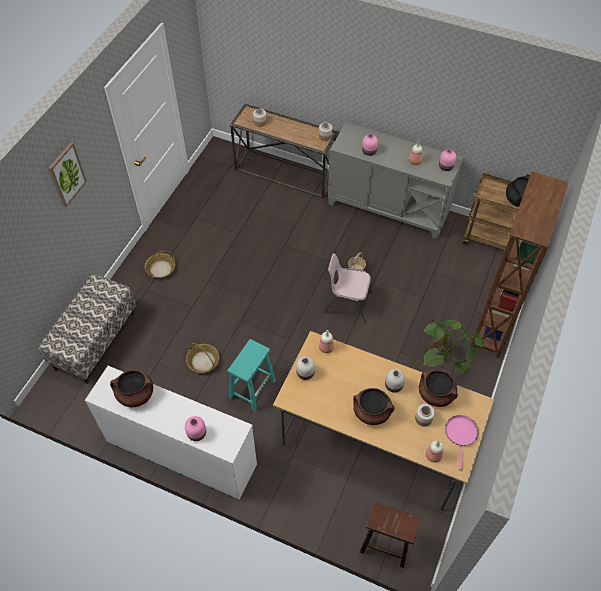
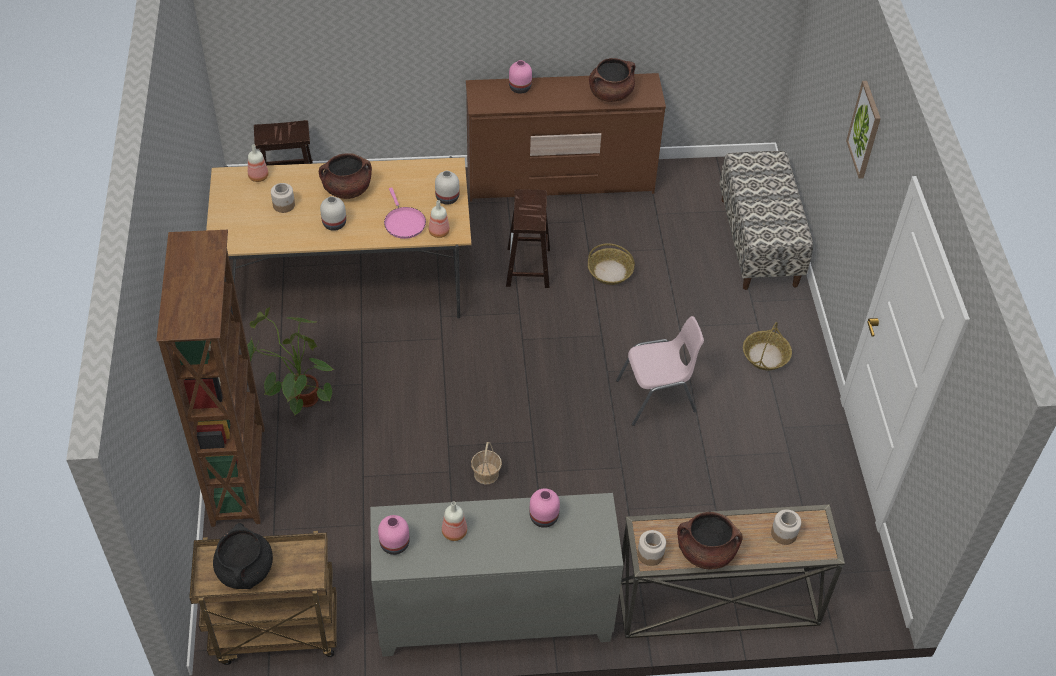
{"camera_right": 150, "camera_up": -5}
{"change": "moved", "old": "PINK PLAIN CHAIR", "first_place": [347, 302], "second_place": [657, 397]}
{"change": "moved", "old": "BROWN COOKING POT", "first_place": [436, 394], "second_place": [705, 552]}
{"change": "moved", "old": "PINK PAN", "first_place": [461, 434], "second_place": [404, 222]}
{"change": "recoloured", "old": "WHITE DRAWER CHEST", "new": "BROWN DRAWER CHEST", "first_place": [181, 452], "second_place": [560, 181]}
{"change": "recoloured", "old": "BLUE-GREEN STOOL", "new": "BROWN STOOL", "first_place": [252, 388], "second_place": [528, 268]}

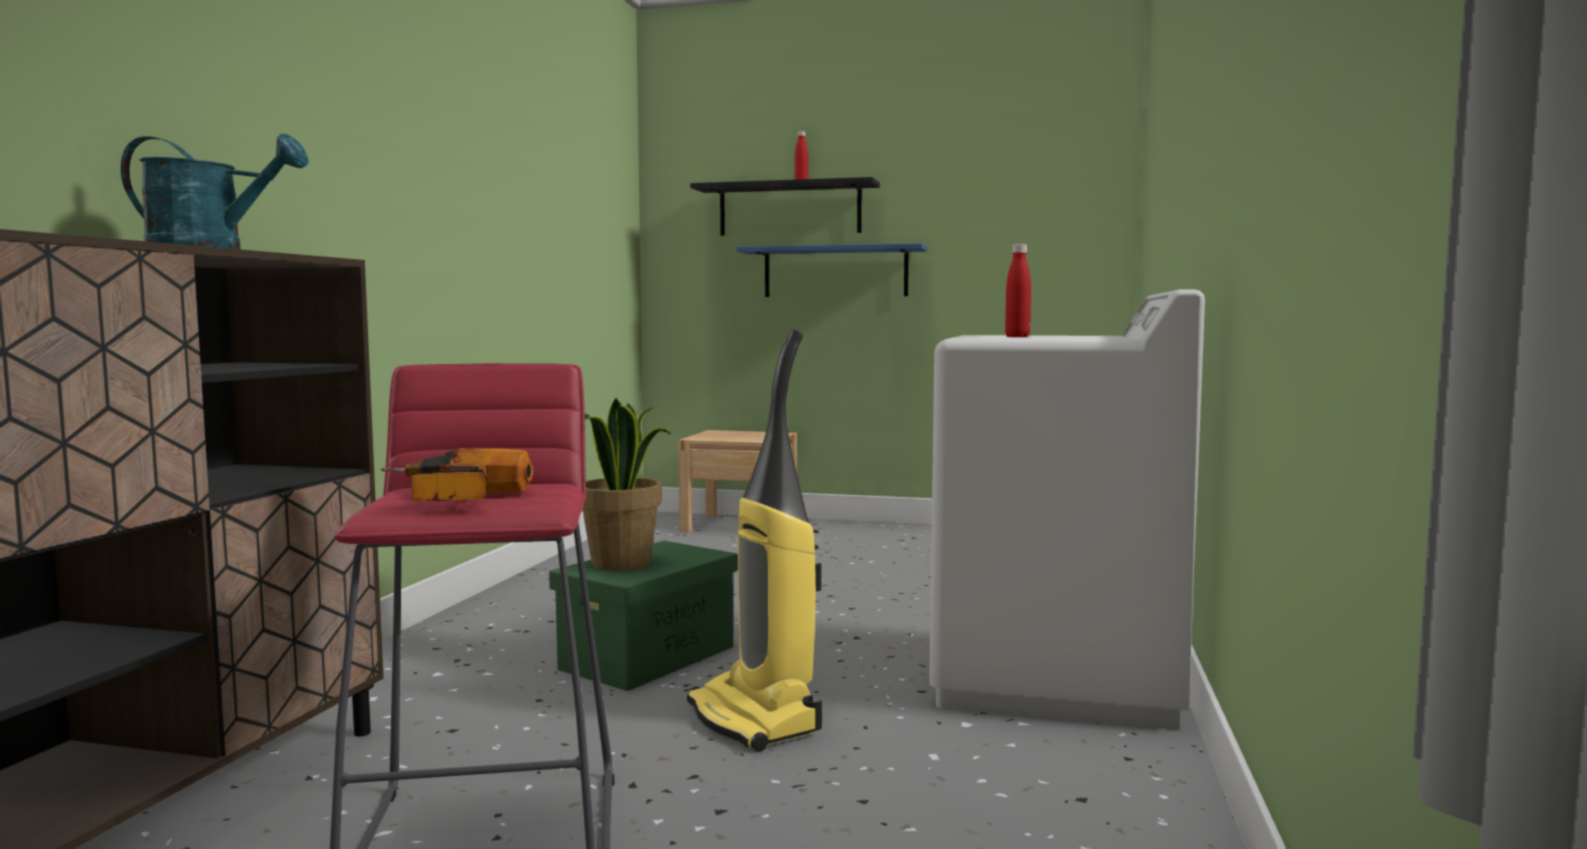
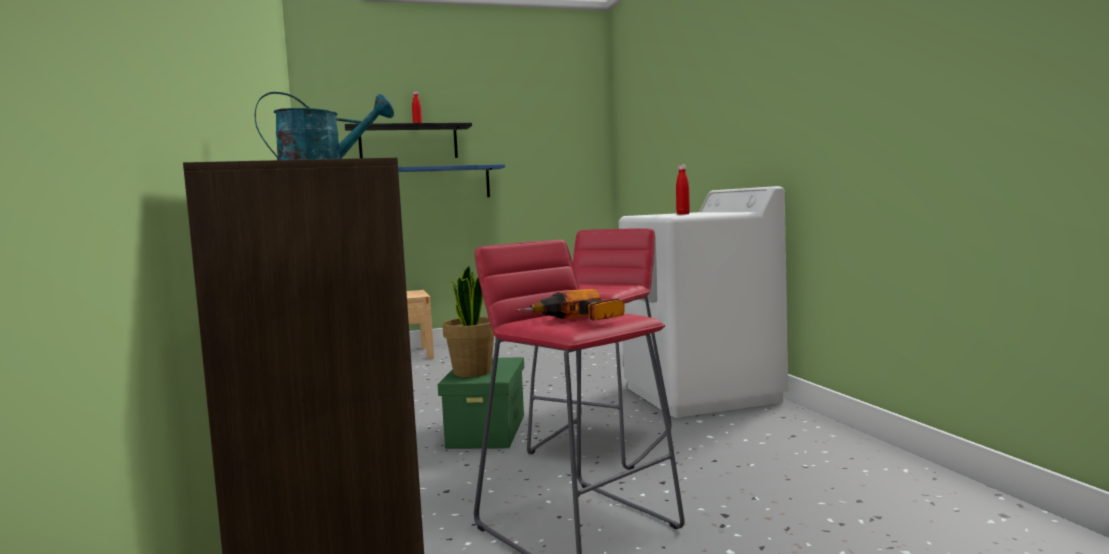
{"camera_right": -30, "camera_up": 0}
{"change": "replaced", "old": "HOOVER", "new": "REDDISH STOOL", "first_place": [756, 718], "second_place": [602, 443]}

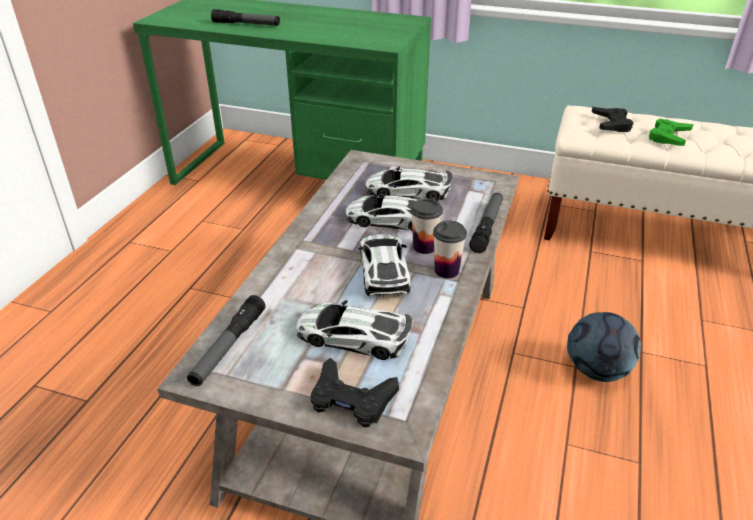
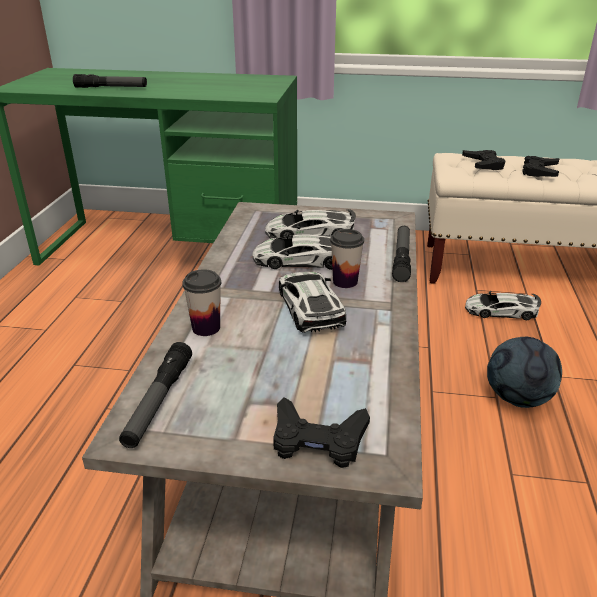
{"camera_right": -10, "camera_up": -5}
{"change": "moved", "old": "TOY CAR", "first_place": [353, 336], "second_place": [500, 311]}
{"change": "moved", "old": "DRINKING CUP", "first_place": [446, 271], "second_place": [206, 328]}
{"change": "recoloured", "old": "GREEN GAME CONTROLLER", "new": "BLACKISH GAME CONTROLLER", "first_place": [668, 137], "second_place": [539, 171]}

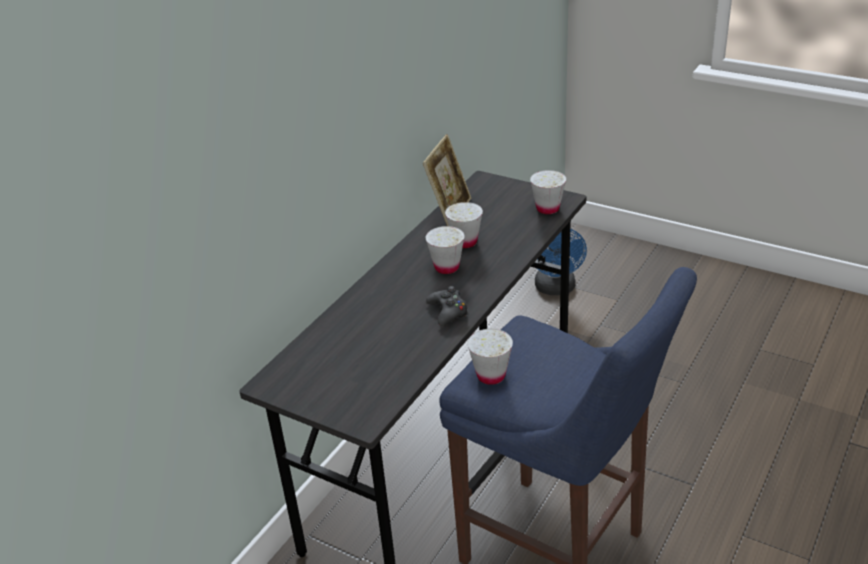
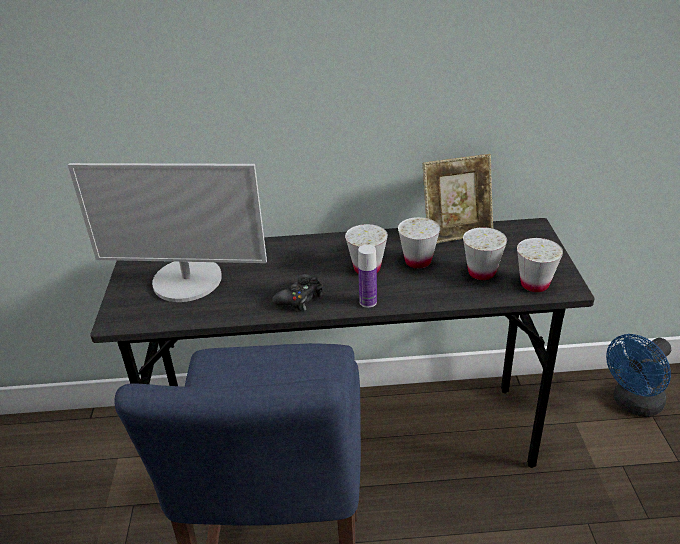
{"camera_right": 55, "camera_up": 0}
{"change": "added", "new": "COMPUTER SCREEN", "second_place": [187, 281]}
{"change": "added", "new": "DRINK BOTTLE", "second_place": [368, 302]}
{"change": "moved", "old": "WHITE DRINKING CUP", "first_place": [491, 375], "second_place": [481, 273]}

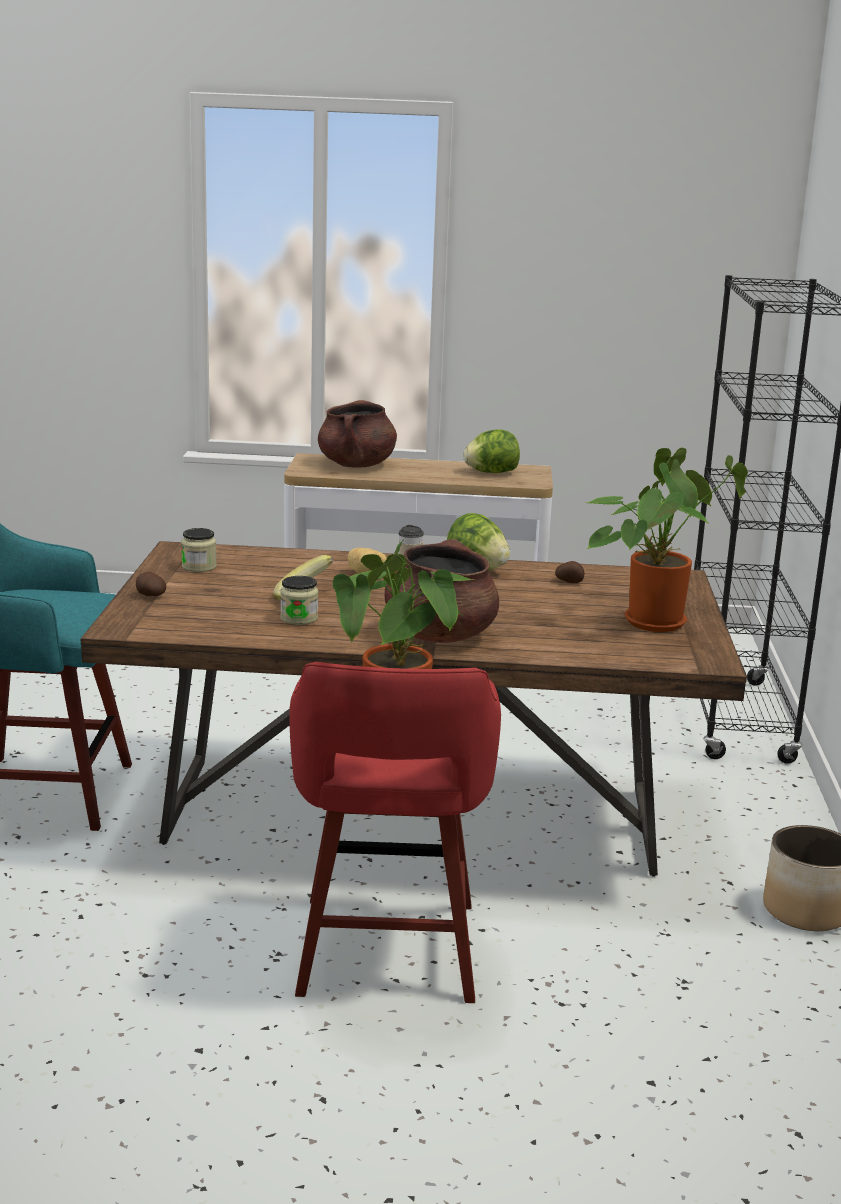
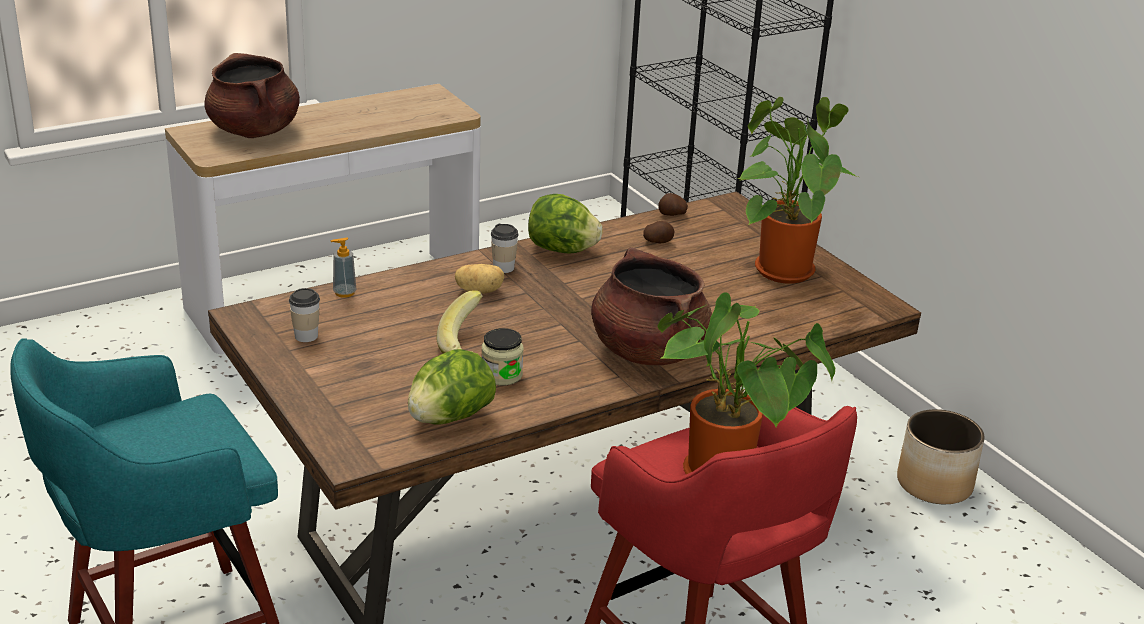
{"camera_right": -35, "camera_up": 10}
{"change": "added", "new": "SOAP BOTTLE", "second_place": [344, 293]}
{"change": "moved", "old": "SPUD", "first_place": [150, 596], "second_place": [672, 215]}
{"change": "moved", "old": "LETTUCE HEAD", "first_place": [491, 473], "second_place": [450, 418]}
{"change": "replaced", "old": "PRESERVE JAR", "new": "DRINKING CUP", "first_place": [199, 567], "second_place": [306, 336]}

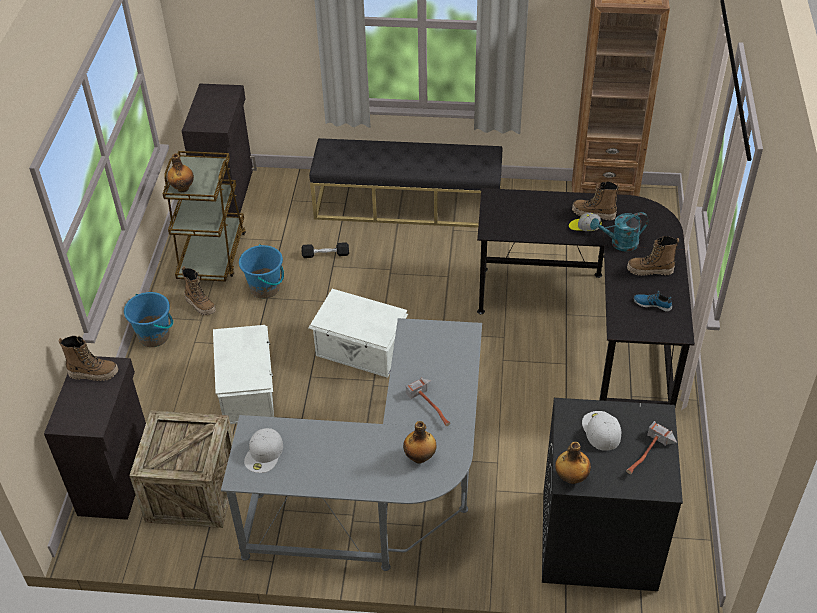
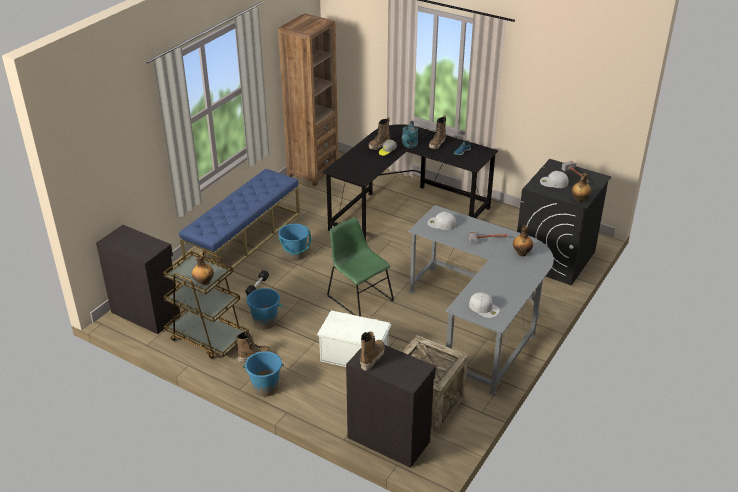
{"camera_right": -65, "camera_up": -10}
{"change": "added", "new": "BLUE-COLOURED WATER BUCKET", "second_place": [295, 255]}
{"change": "added", "new": "WHITE PEAKED CAP", "second_place": [441, 223]}
{"change": "replaced", "old": "WHITE STORAGE CONTAINER", "new": "GREEN PLAIN CHAIR", "first_place": [361, 351], "second_place": [358, 297]}
{"change": "recoloured", "old": "BLACKISH BENCH", "new": "BLUE-COLOURED BENCH", "first_place": [408, 204], "second_place": [244, 239]}

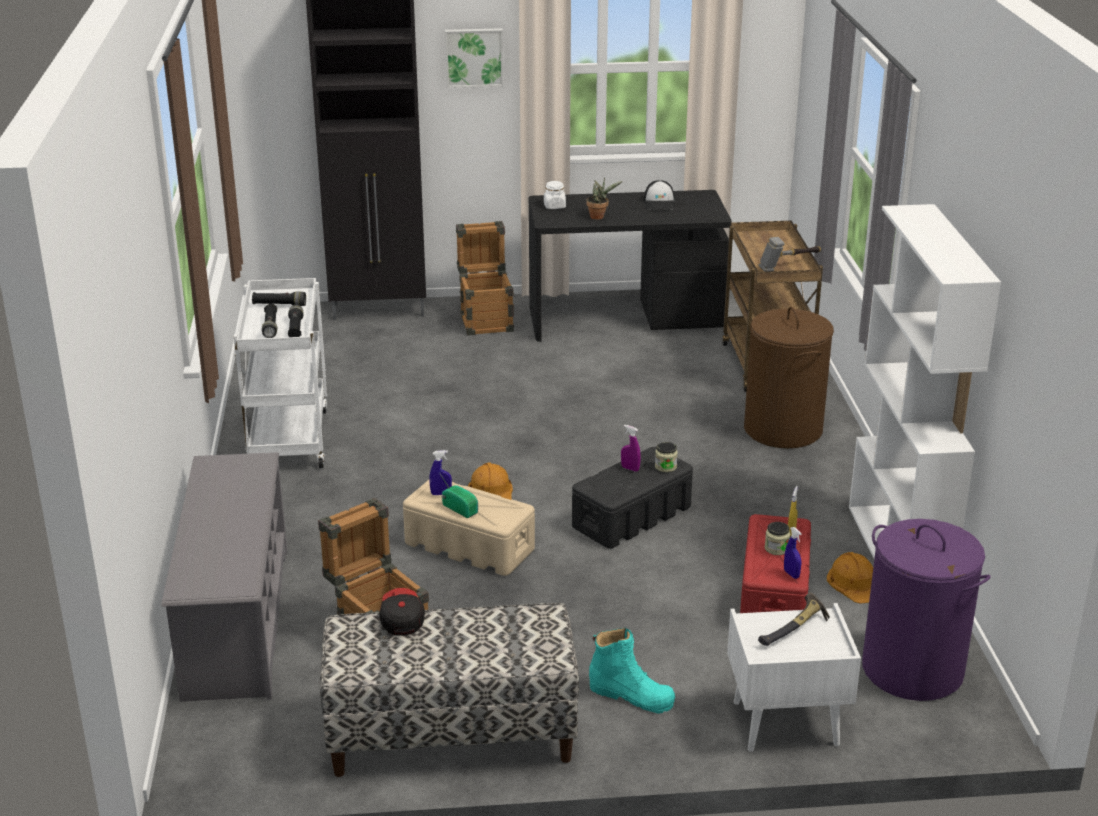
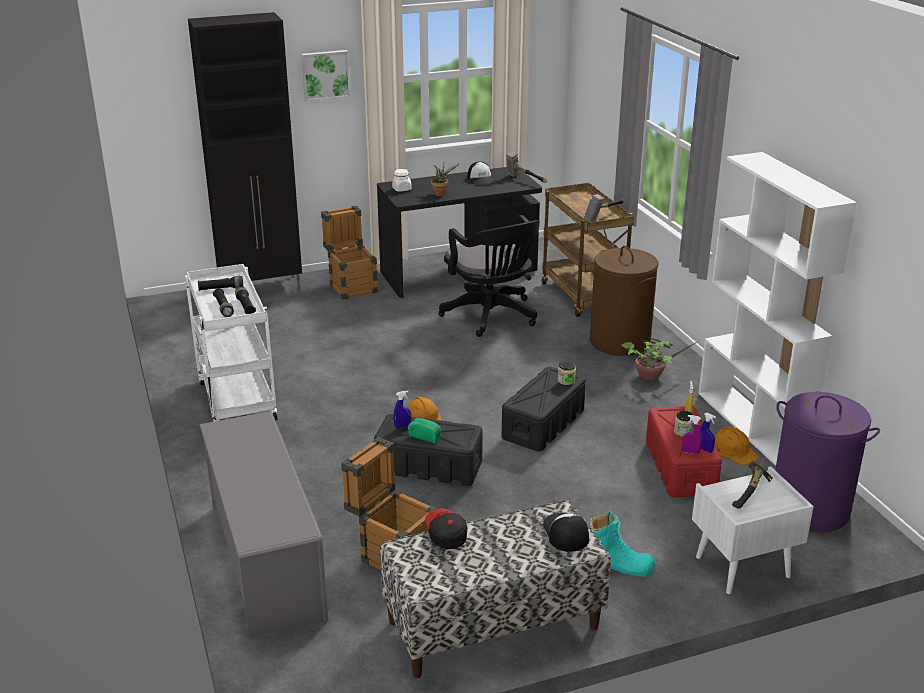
{"camera_right": -15, "camera_up": 0}
{"change": "added", "new": "BLACKISH DESK CHAIR", "second_place": [492, 317]}
{"change": "added", "new": "HAND HAMMER", "second_place": [525, 180]}
{"change": "added", "new": "PEAKED CAP", "second_place": [565, 533]}
{"change": "added", "new": "POTTED PLANT", "second_place": [650, 376]}
{"change": "moved", "old": "PURPLE SPRAYER", "first_place": [630, 469], "second_place": [690, 452]}
{"change": "recoloured", "old": "BEIGE-COLOURED STORAGE CONTAINER", "new": "BLACKISH STORAGE CONTAINER", "first_place": [468, 546], "second_place": [428, 466]}

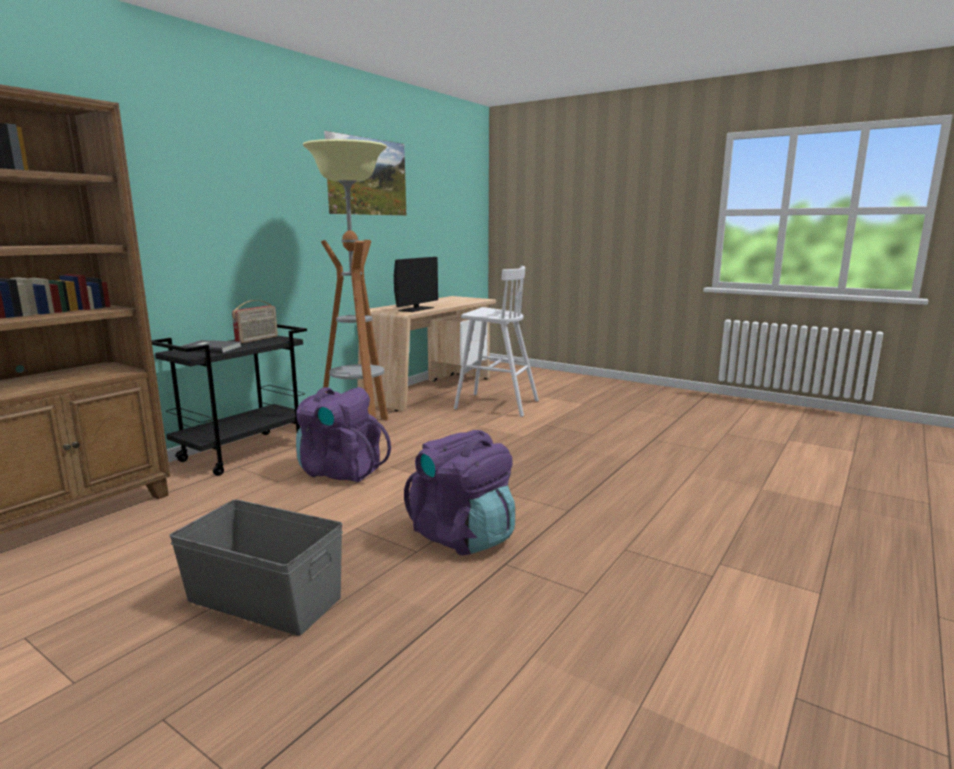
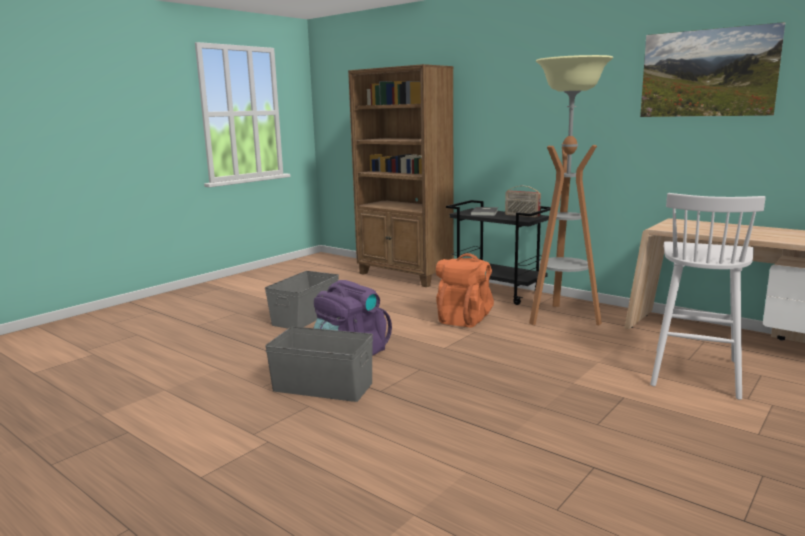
{"camera_right": 95, "camera_up": 0}
{"change": "removed", "old": "COMPUTER SCREEN", "first_place": [416, 309]}
{"change": "added", "new": "GREY STORAGE CONTAINER", "second_place": [322, 386]}
{"change": "recoloured", "old": "PURPLE KNAPSACK", "new": "ORANGE KNAPSACK", "first_place": [340, 471], "second_place": [464, 318]}

